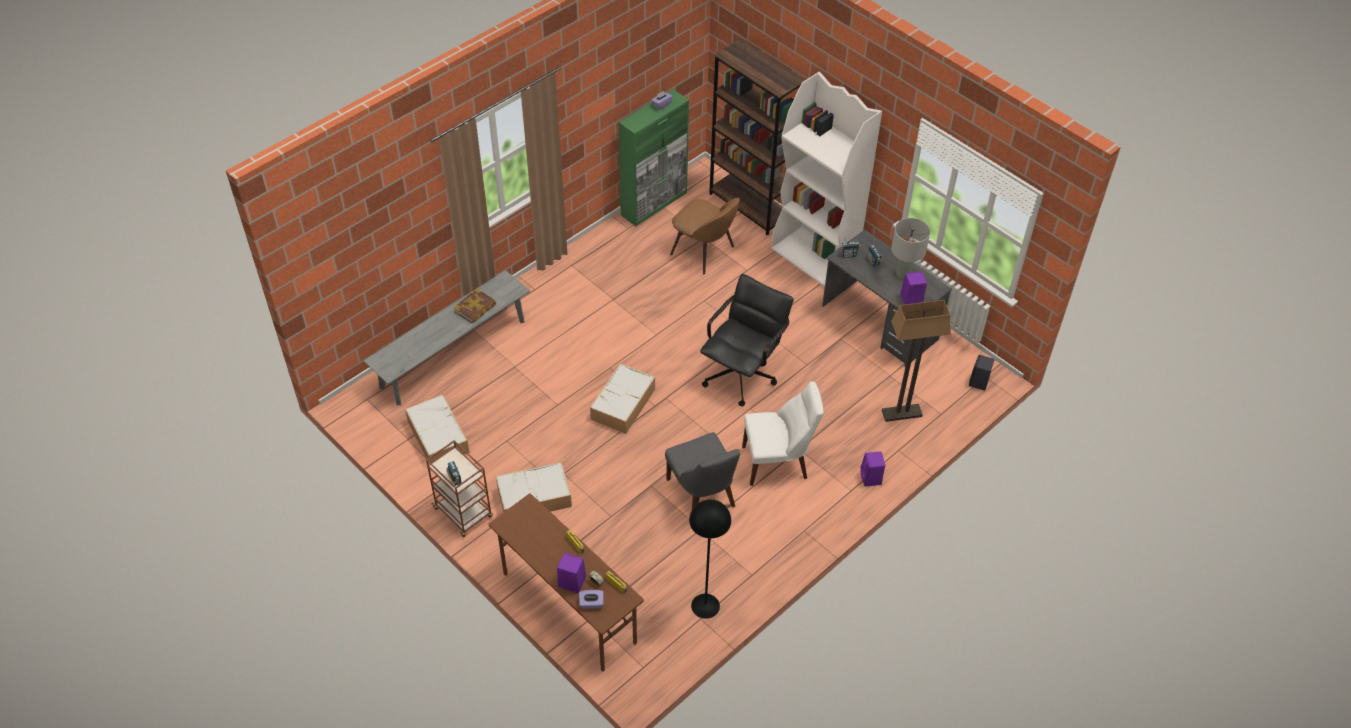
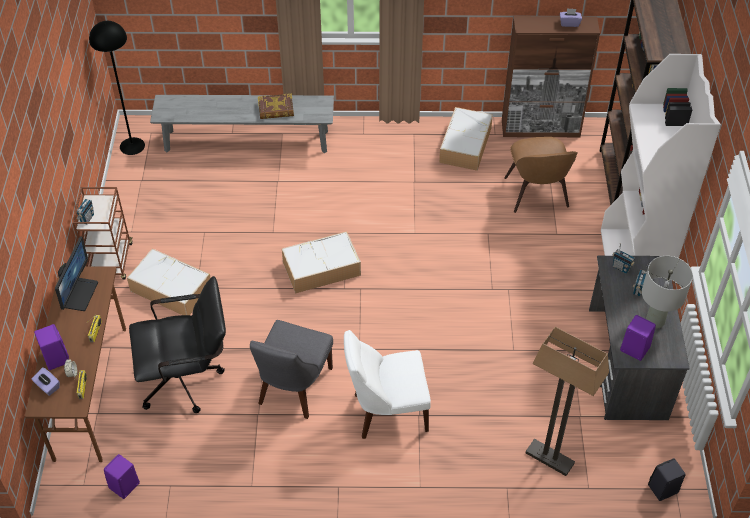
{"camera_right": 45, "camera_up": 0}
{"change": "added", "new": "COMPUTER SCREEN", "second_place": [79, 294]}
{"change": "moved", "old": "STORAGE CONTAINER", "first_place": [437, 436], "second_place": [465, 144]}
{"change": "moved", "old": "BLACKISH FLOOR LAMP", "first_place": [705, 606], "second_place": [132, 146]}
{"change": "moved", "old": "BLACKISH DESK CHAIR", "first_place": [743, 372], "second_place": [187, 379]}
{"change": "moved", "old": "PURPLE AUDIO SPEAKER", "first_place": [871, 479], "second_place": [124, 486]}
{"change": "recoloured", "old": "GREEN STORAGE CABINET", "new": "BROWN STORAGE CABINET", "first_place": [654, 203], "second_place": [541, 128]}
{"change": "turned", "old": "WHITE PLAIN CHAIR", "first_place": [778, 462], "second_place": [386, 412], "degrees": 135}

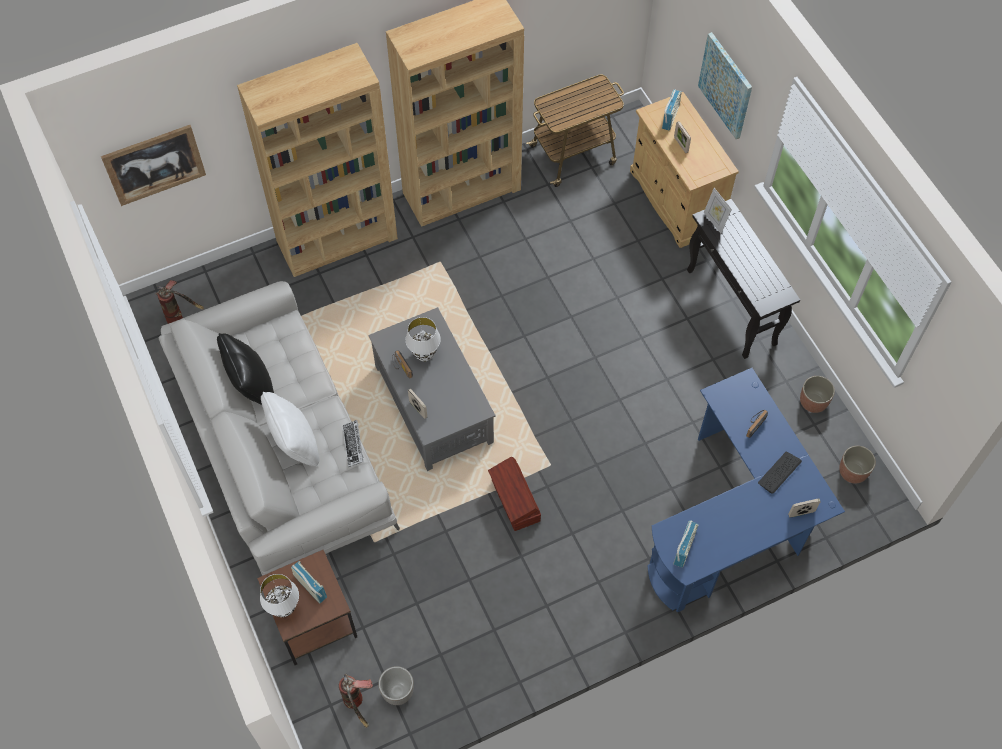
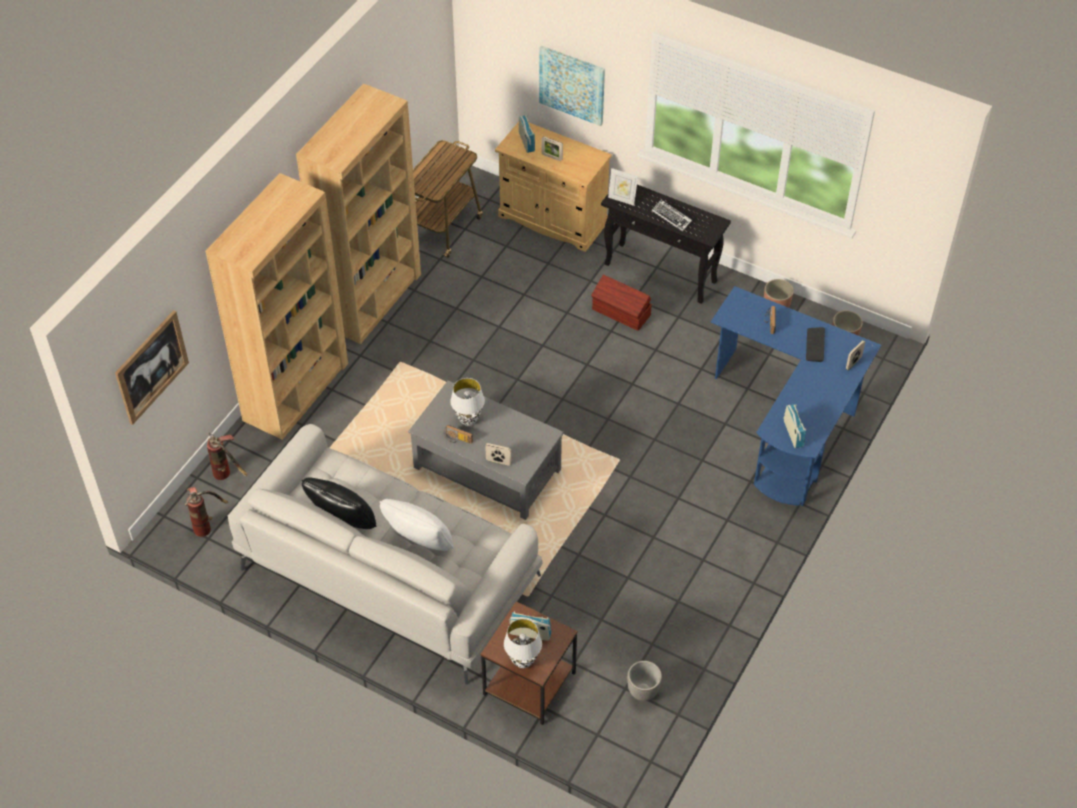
{"camera_right": -35, "camera_up": -10}
{"change": "moved", "old": "FIRE-FIGHTING CYLINDER", "first_place": [358, 705], "second_place": [228, 474]}
{"change": "moved", "old": "COMPUTER KEYBOARD", "first_place": [353, 445], "second_place": [671, 217]}
{"change": "moved", "old": "BROWN STORAGE CONTAINER", "first_place": [515, 501], "second_place": [621, 313]}

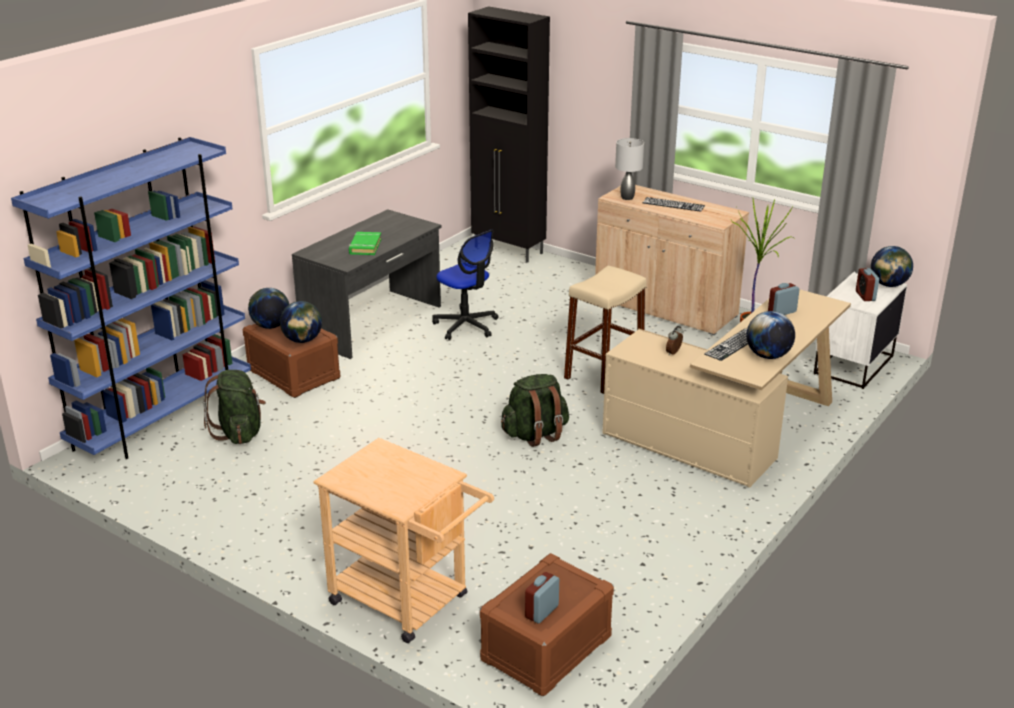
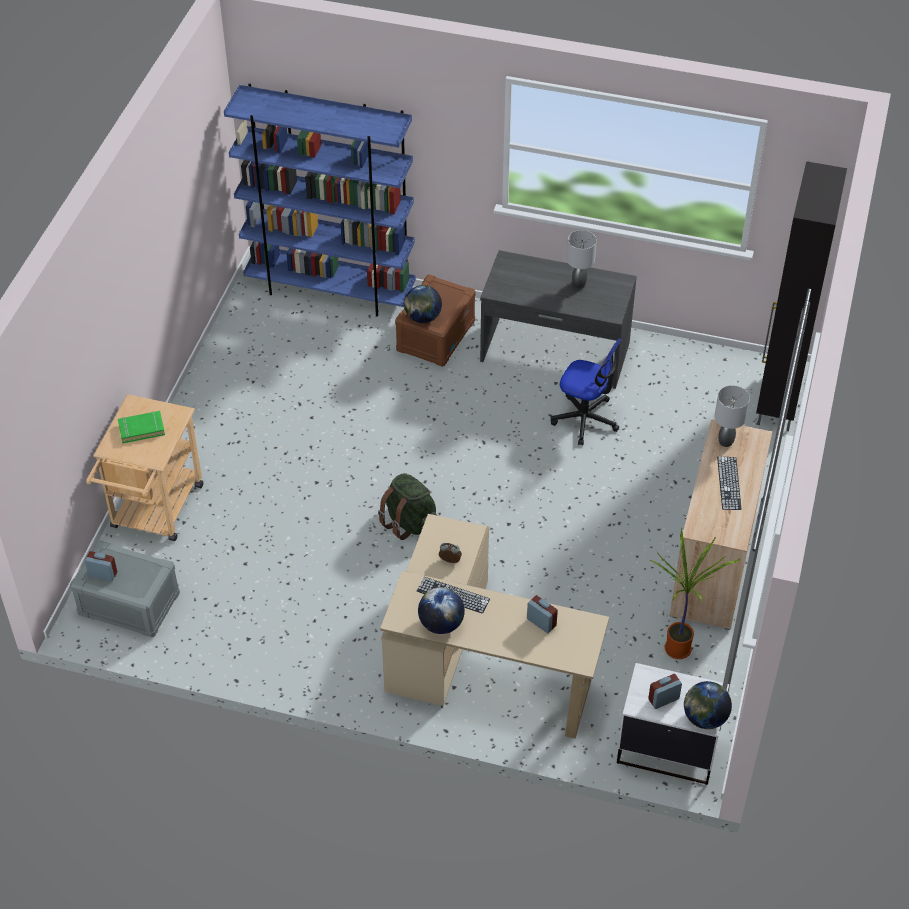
{"camera_right": 70, "camera_up": 20}
{"change": "removed", "old": "GREEN KNAPSACK", "first_place": [239, 433]}
{"change": "removed", "old": "DESK GLOBE", "first_place": [270, 326]}
{"change": "removed", "old": "BEIGE-COLOURED STOOL", "first_place": [604, 373]}
{"change": "added", "new": "GREY LAMP FOR A TABLE", "second_place": [578, 284]}
{"change": "moved", "old": "GREEN BOOK", "first_place": [365, 246], "second_place": [141, 429]}
{"change": "recoloured", "old": "BROWN STORAGE CONTAINER", "new": "GREY STORAGE CONTAINER", "first_place": [546, 649], "second_place": [128, 604]}
{"change": "turned", "old": "DESK CHAIR", "first_place": [466, 326], "second_place": [585, 419], "degrees": -90}

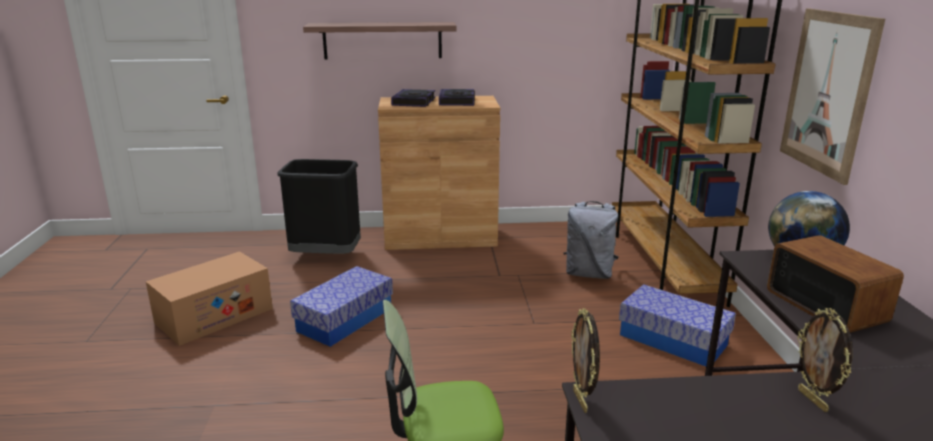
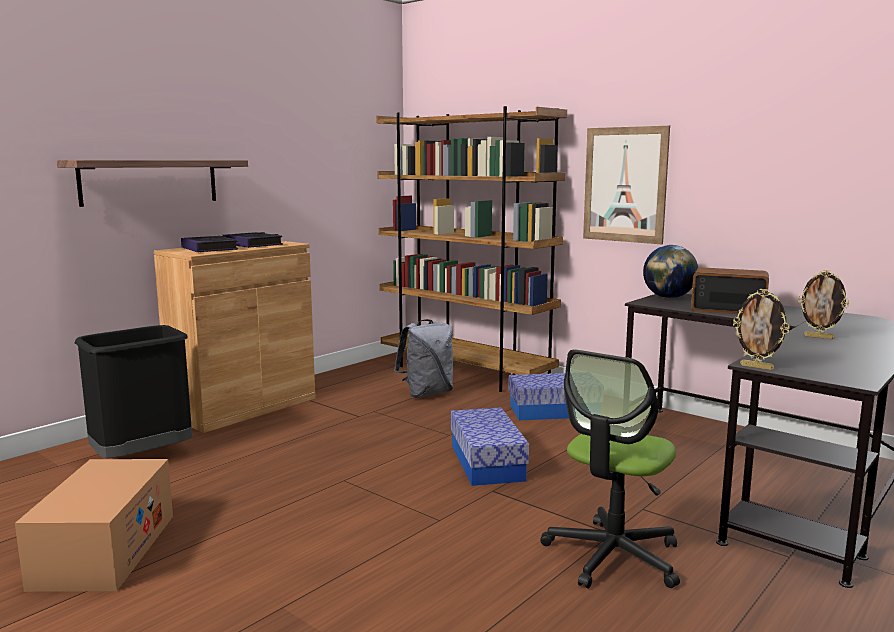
{"camera_right": -45, "camera_up": -10}
{"change": "moved", "old": "STORAGE CONTAINER", "first_place": [345, 319], "second_place": [487, 463]}

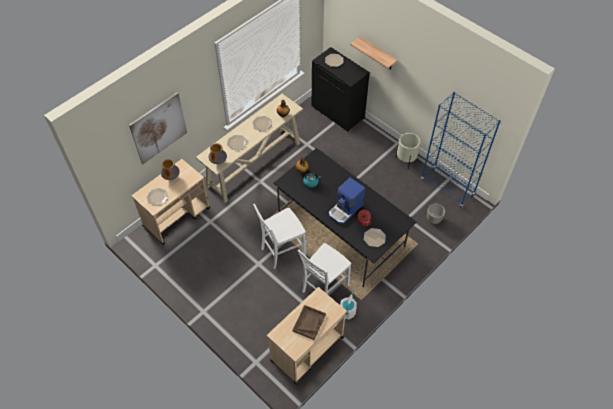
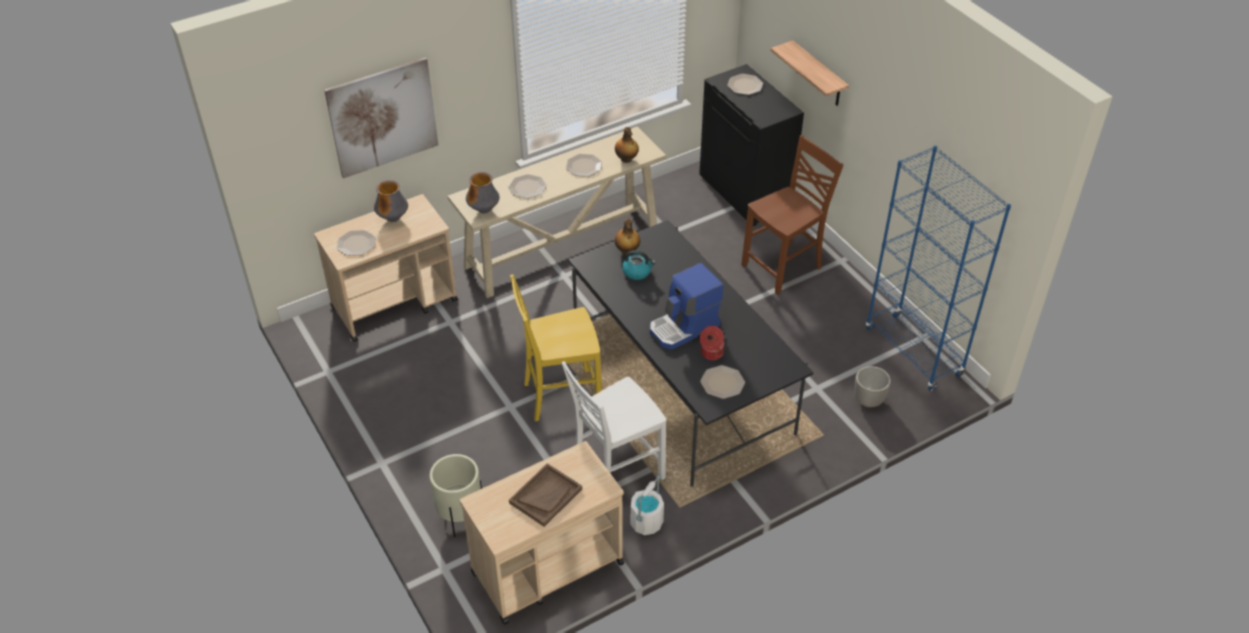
{"camera_right": 15, "camera_up": -10}
{"change": "added", "new": "BROWN PLAIN CHAIR", "second_place": [784, 267]}
{"change": "moved", "old": "BEIGE-COLOURED PLANTER", "first_place": [406, 160], "second_place": [461, 516]}
{"change": "recoloured", "old": "WHITE PLAIN CHAIR", "new": "YELLOW PLAIN CHAIR", "first_place": [282, 252], "second_place": [560, 396]}

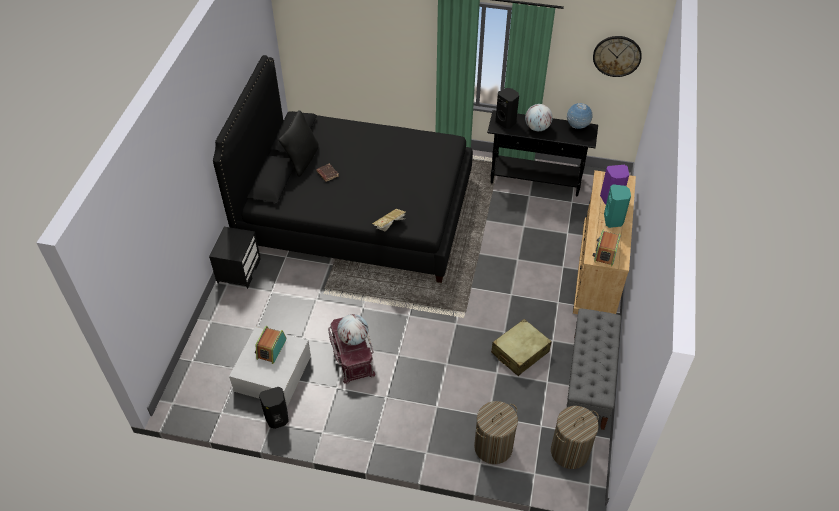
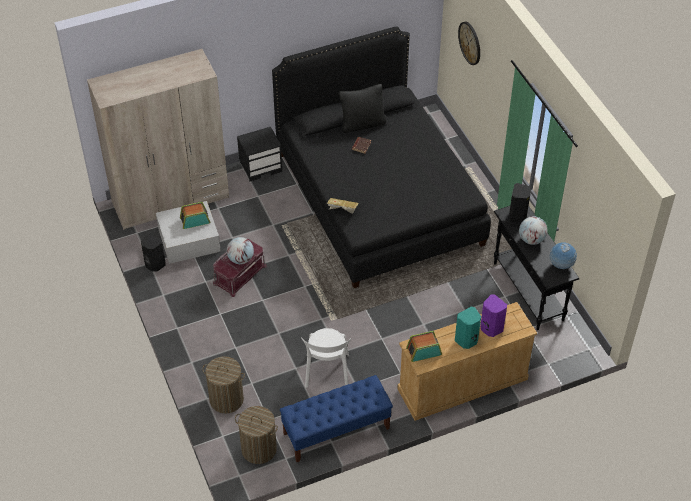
{"camera_right": 55, "camera_up": 0}
{"change": "added", "new": "BEIGE-COLOURED ARMOIRE", "second_place": [171, 200]}
{"change": "moved", "old": "CLOCK ON THE WALL", "first_place": [617, 56], "second_place": [470, 43]}
{"change": "replaced", "old": "BEIGE-COLOURED PIECE OF LUGGAGE", "new": "WHITE PLAIN CHAIR", "first_place": [520, 352], "second_place": [327, 373]}
{"change": "recoloured", "old": "GREY BENCH", "new": "BLUE-COLOURED BENCH", "first_place": [588, 381], "second_place": [336, 431]}

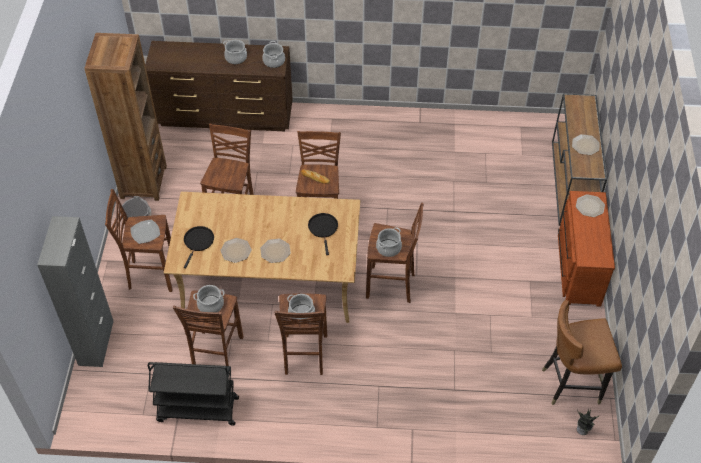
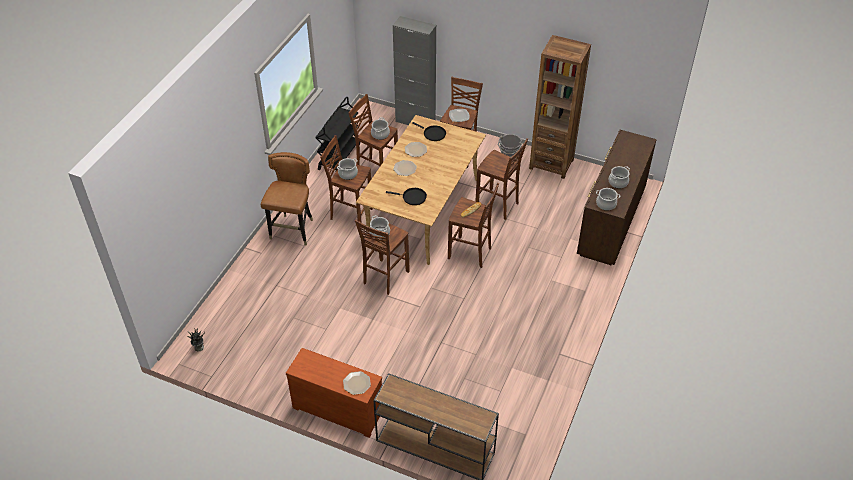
{"camera_right": 110, "camera_up": -5}
{"change": "removed", "old": "PLATE", "first_place": [585, 145]}
{"change": "moved", "old": "BROWN PLAIN CHAIR", "first_place": [571, 383], "second_place": [293, 231]}

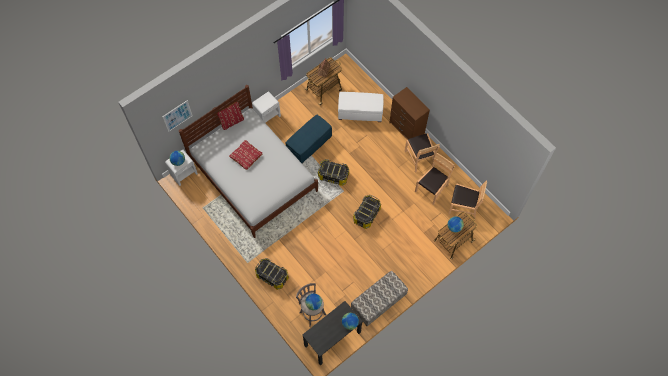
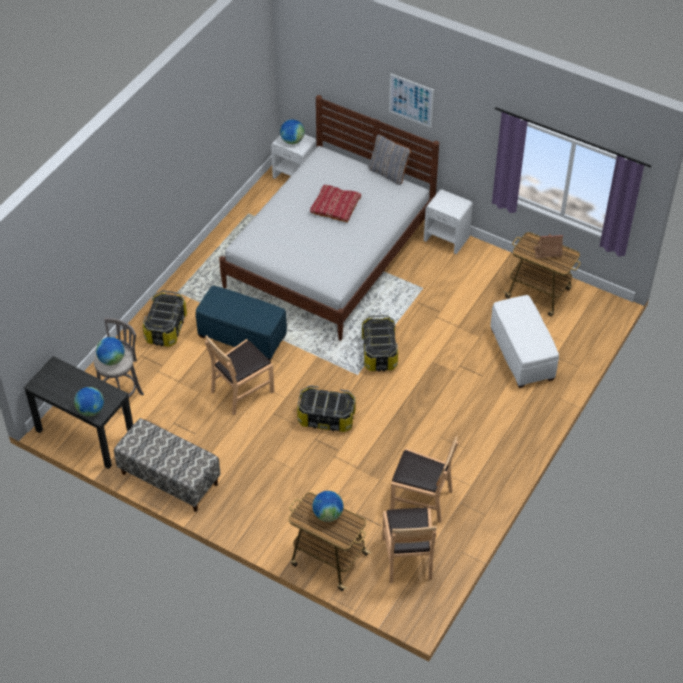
{"camera_right": 70, "camera_up": -15}
{"change": "removed", "old": "BROWN DRAWER CHEST", "first_place": [406, 129]}
{"change": "moved", "old": "WALL ART", "first_place": [177, 116], "second_place": [411, 100]}
{"change": "moved", "old": "BLUE-COLOURED FOOTREST", "first_place": [309, 145], "second_place": [242, 336]}
{"change": "moved", "old": "BROWN PLAIN CHAIR", "first_place": [419, 158], "second_place": [242, 391]}
{"change": "recoloured", "old": "REDDISH CUSHION", "new": "GREY CUSHION", "first_place": [231, 121], "second_place": [389, 173]}

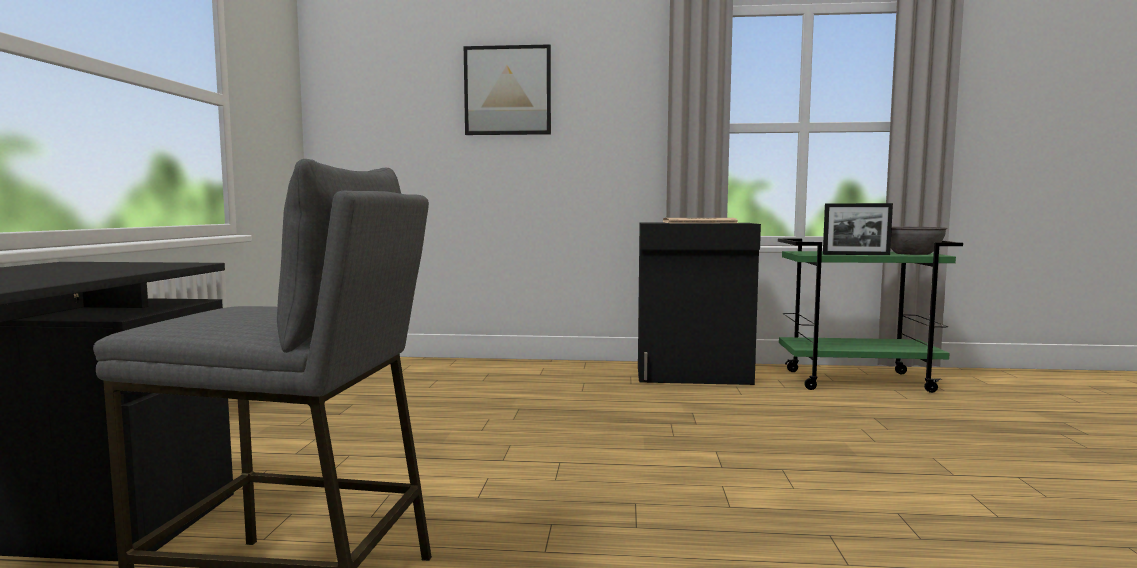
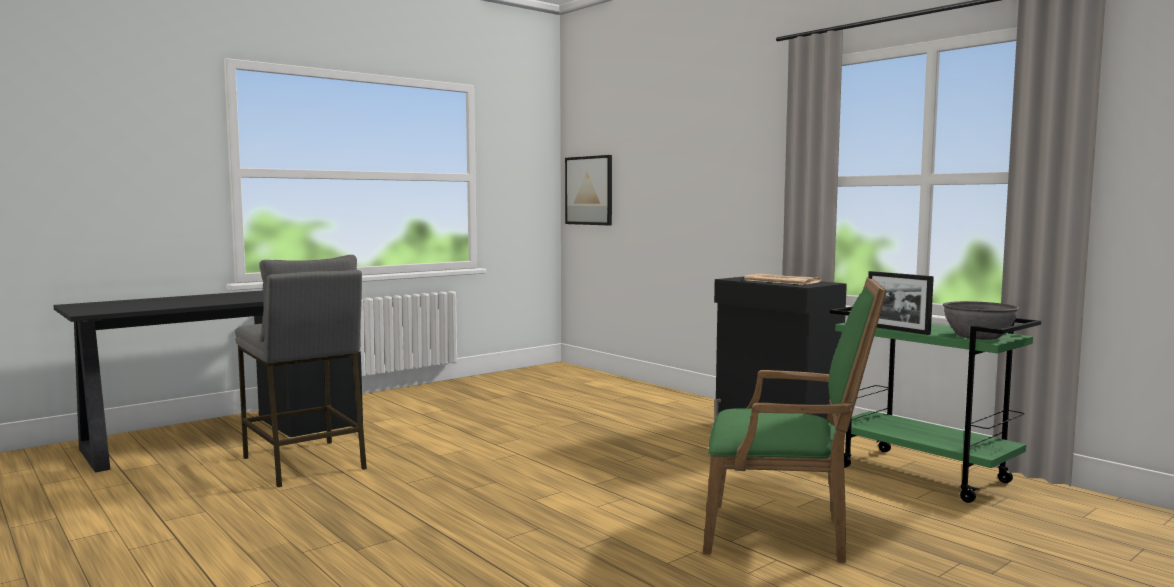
{"camera_right": 45, "camera_up": 0}
{"change": "added", "new": "GREEN EASY CHAIR", "second_place": [786, 534]}
{"change": "moved", "old": "WALL ART", "first_place": [507, 90], "second_place": [589, 190]}

